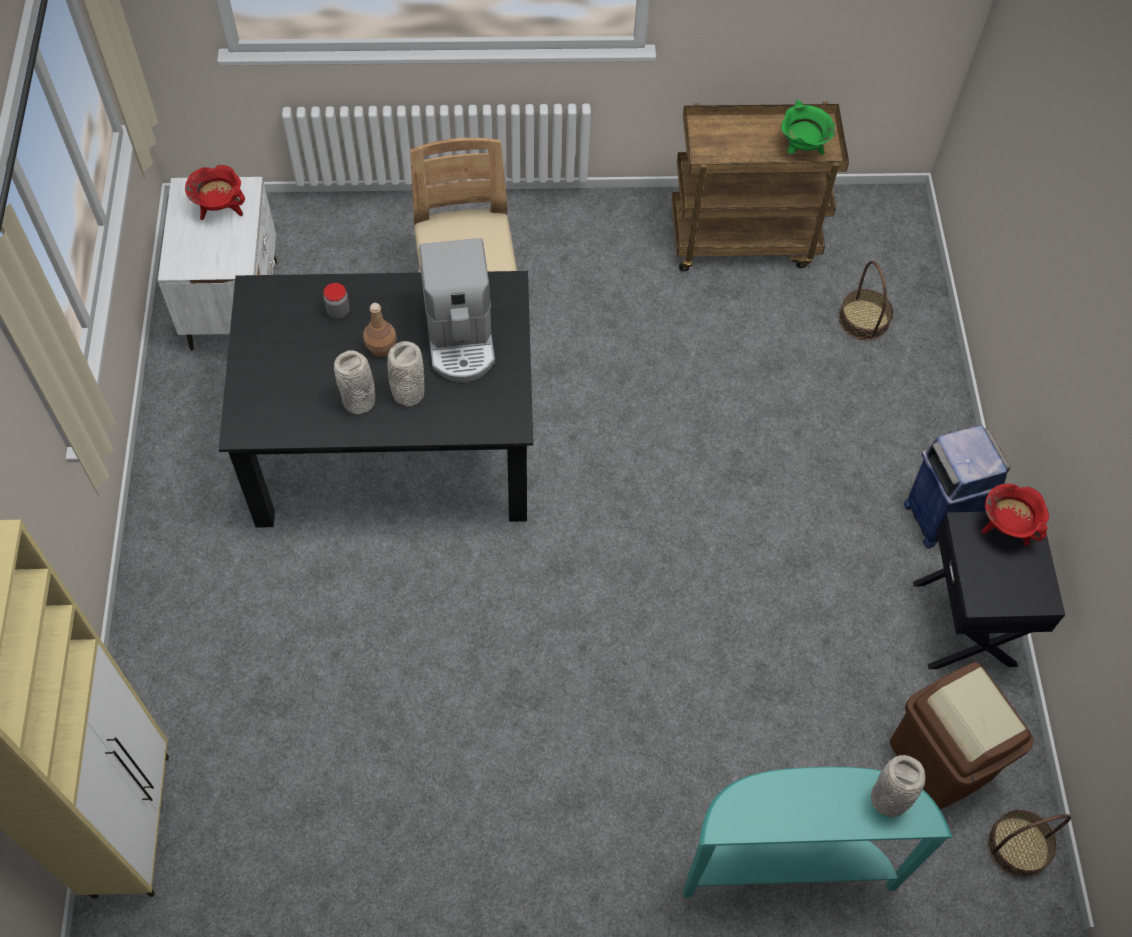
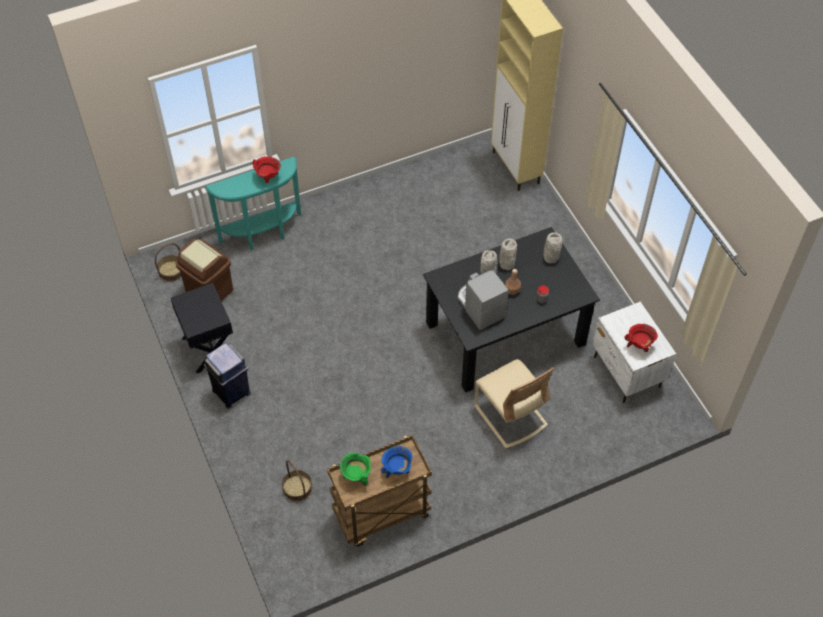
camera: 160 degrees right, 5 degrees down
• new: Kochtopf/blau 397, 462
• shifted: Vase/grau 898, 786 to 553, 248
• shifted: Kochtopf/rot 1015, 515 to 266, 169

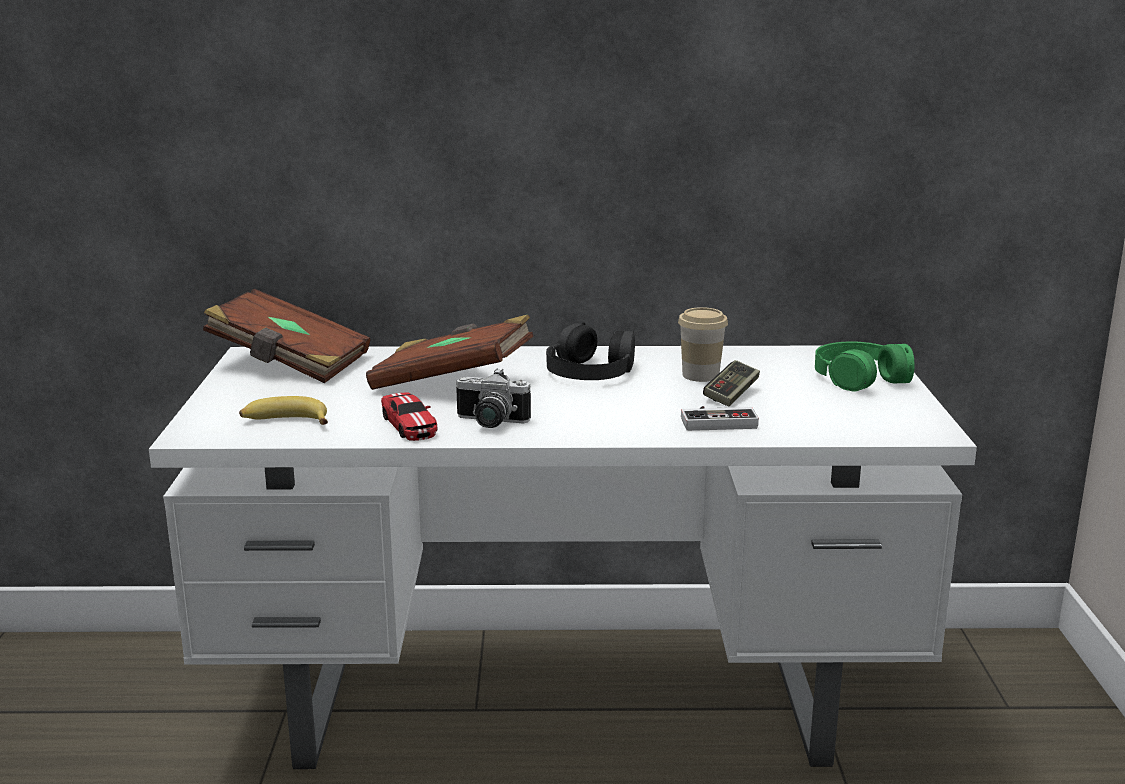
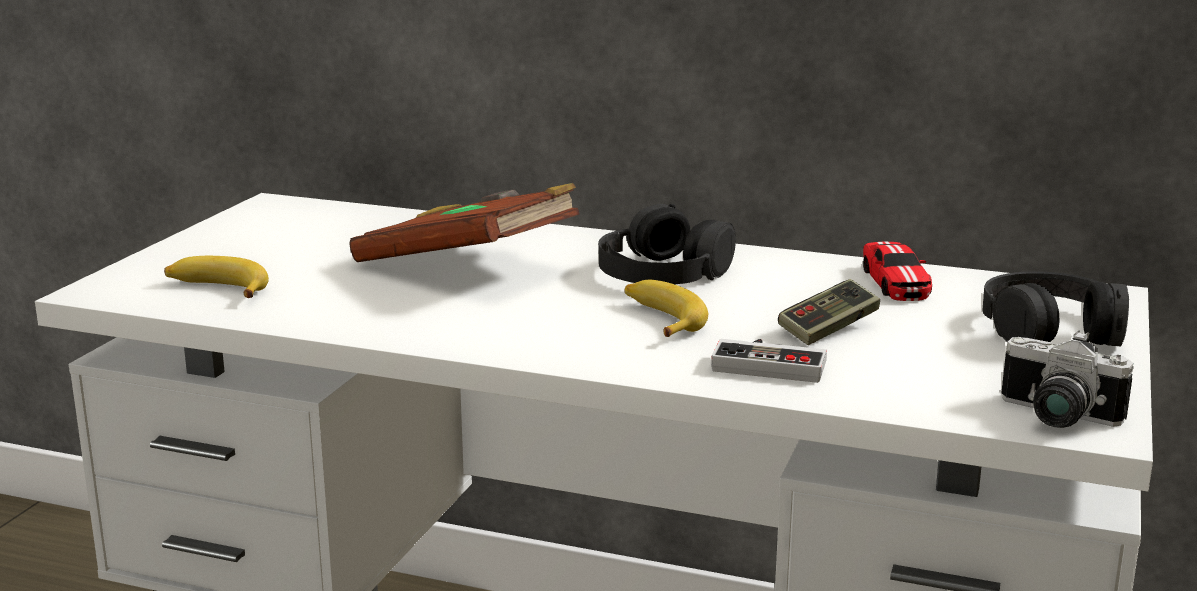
camera: 20 degrees right, 0 degrees up
• gone: Buch/braun 286, 336
• gone: Tasse 703, 344
• new: Banane 666, 308
• shifted: Spielzeugauto 409, 417 to 897, 271
• shifted: Kamera 493, 398 to 1067, 379
• repainted: Kopfhörer/grün 865, 366 to Kopfhörer/schwarz 1055, 309

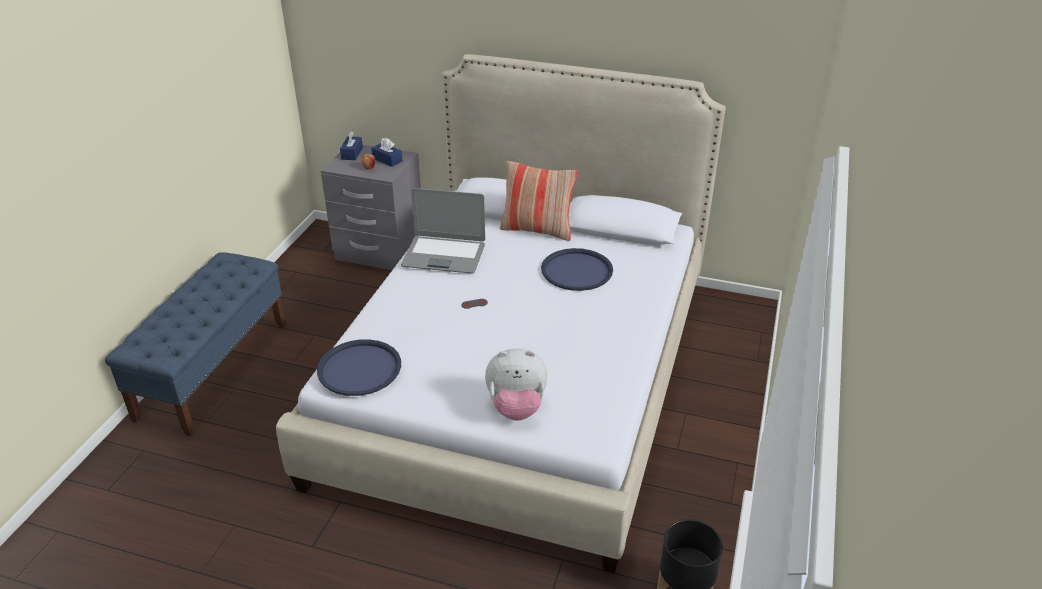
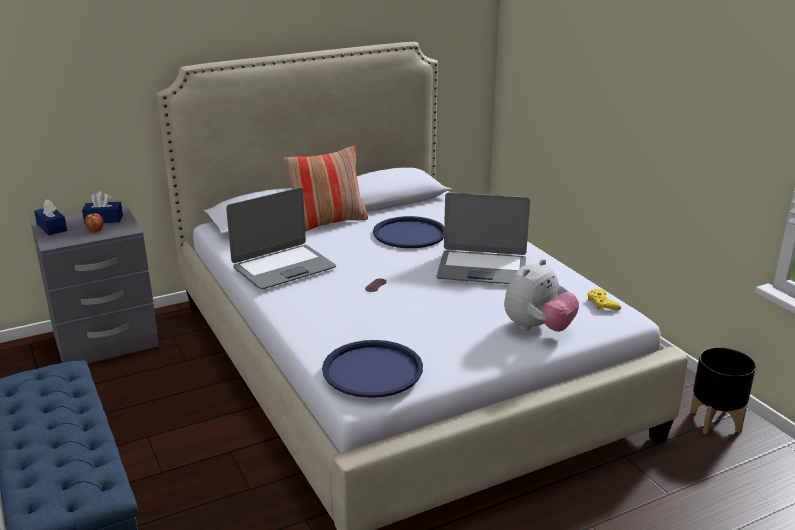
camera: 45 degrees left, 10 degrees down
• new: Laptop 483, 238
• new: Gamepad/gelb 604, 300

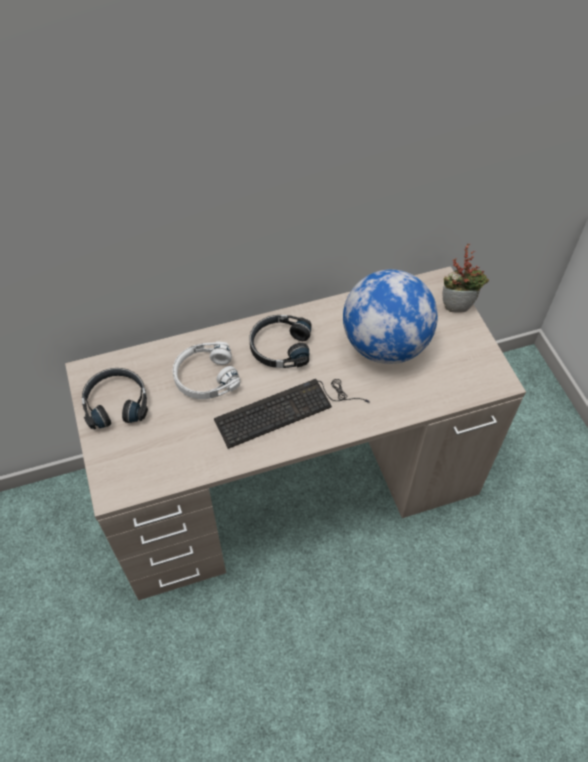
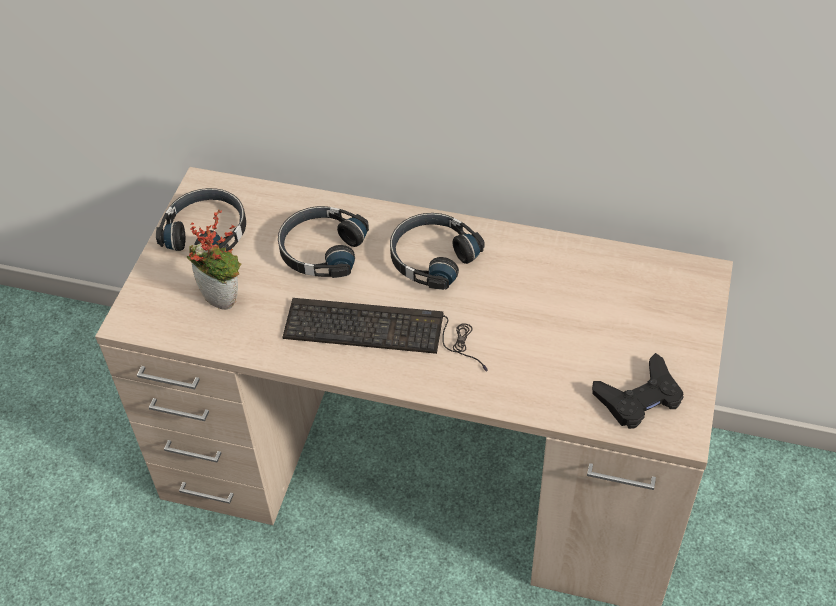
camera: 35 degrees right, 5 degrees down
• gone: Globus 390, 316
• new: Gamepad/schwarz 638, 391
• shifted: Topfpflanze 466, 278 to 214, 259
• repainted: Kopfhörer/weiß 207, 370 to Kopfhörer/schwarz 323, 242

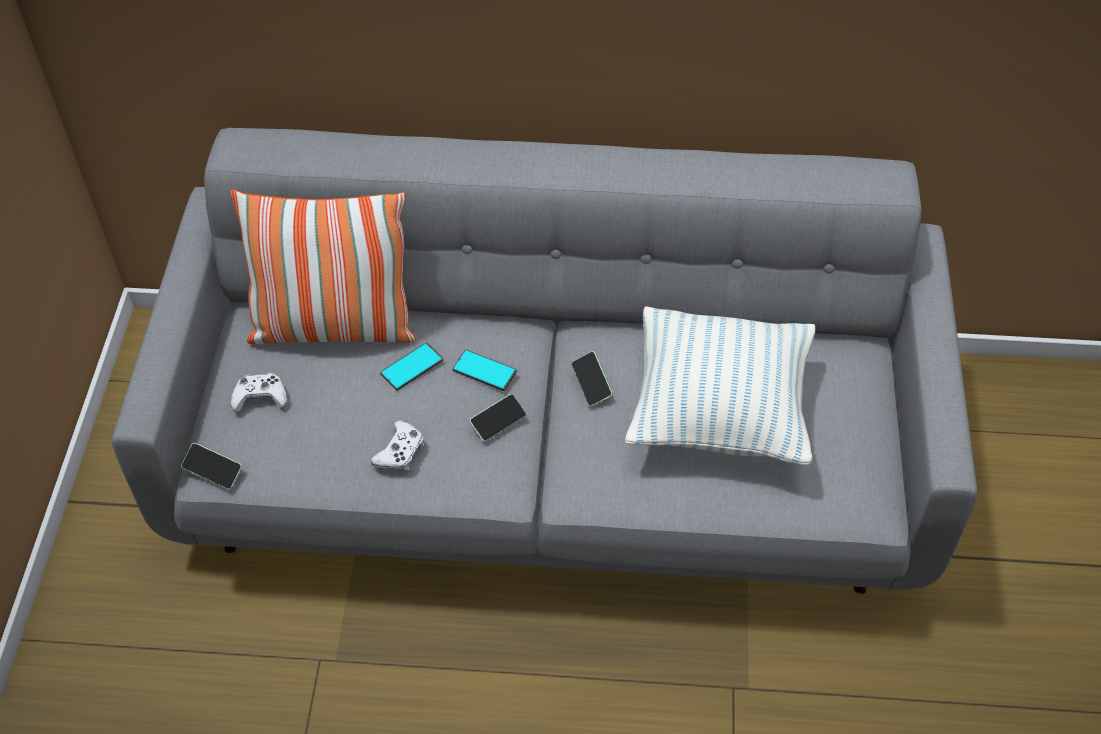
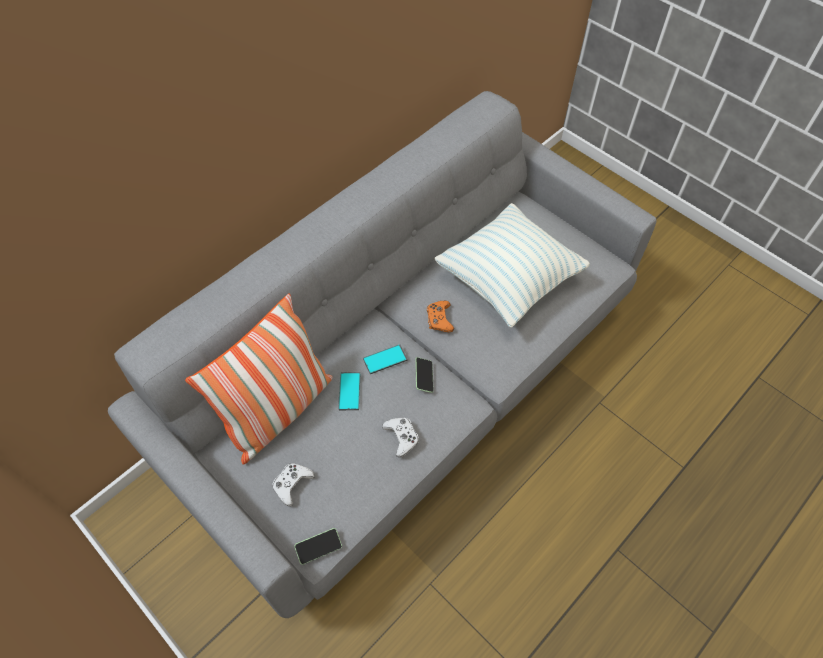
camera: 50 degrees left, 5 degrees up
• swapped: Handy 592, 379 to Gamepad/orange 440, 316

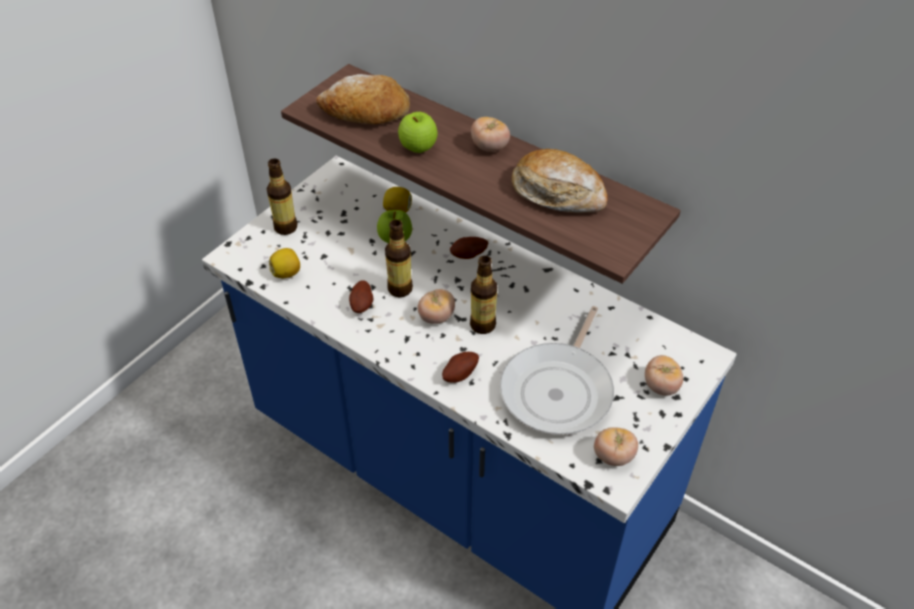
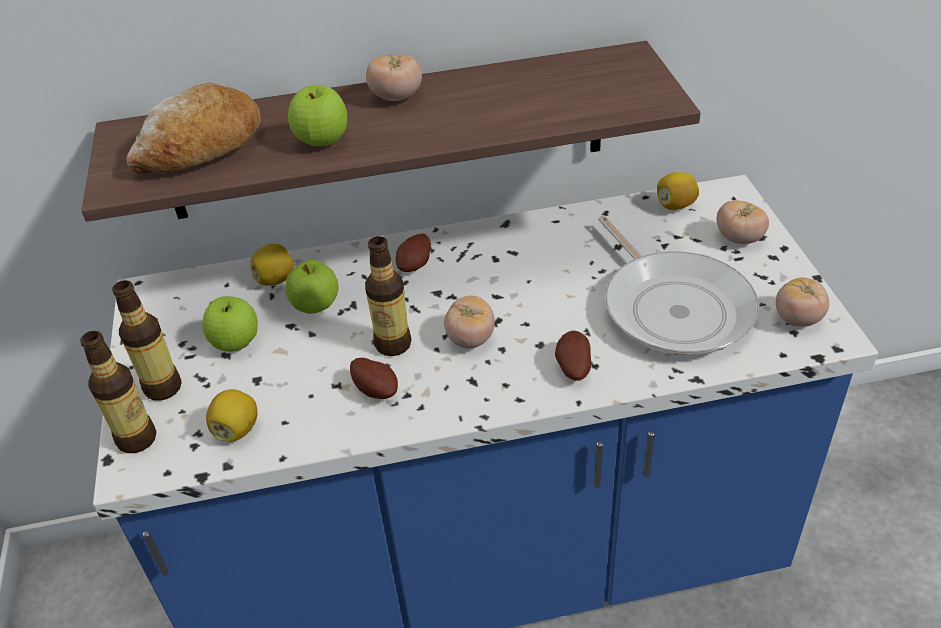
camera: 45 degrees left, 5 degrees down
• gone: Brot 560, 181
• new: Apfel 230, 324
• new: Zitrone 678, 191
• shifted: Flasche 483, 295 to 118, 392

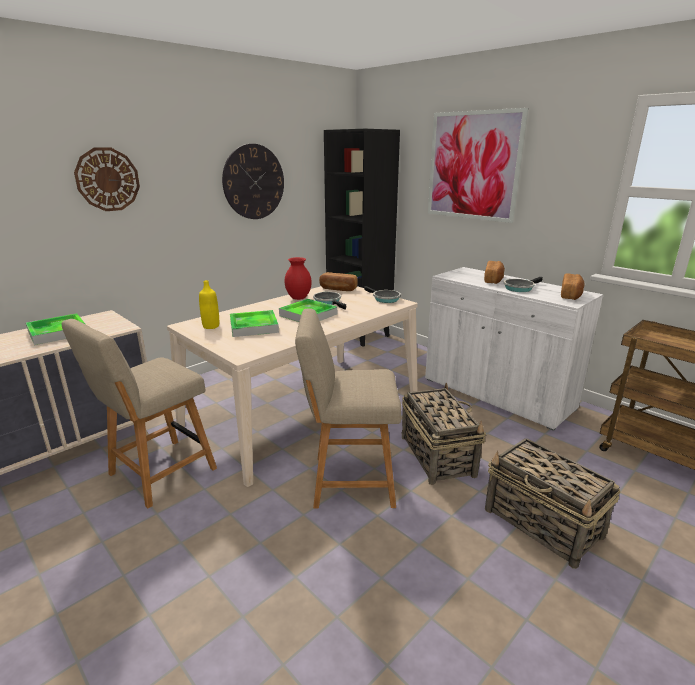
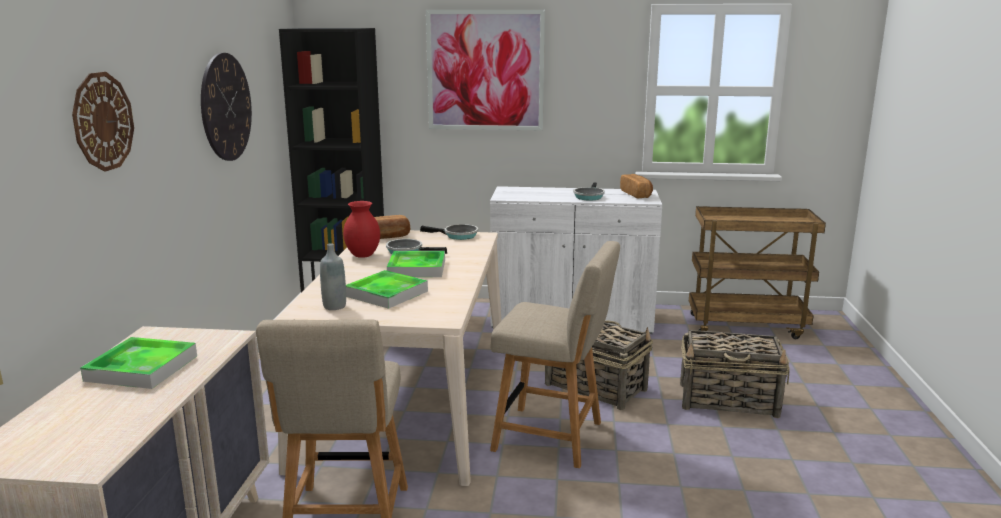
camera: 40 degrees left, 5 degrees down
• gone: Brot 494, 272
• repainted: Flasche/gelb 209, 304 to Flasche/grau 333, 276
• rotated: Stuhl/beige 348, 408 = 555, 354 120 degrees counterclockwise

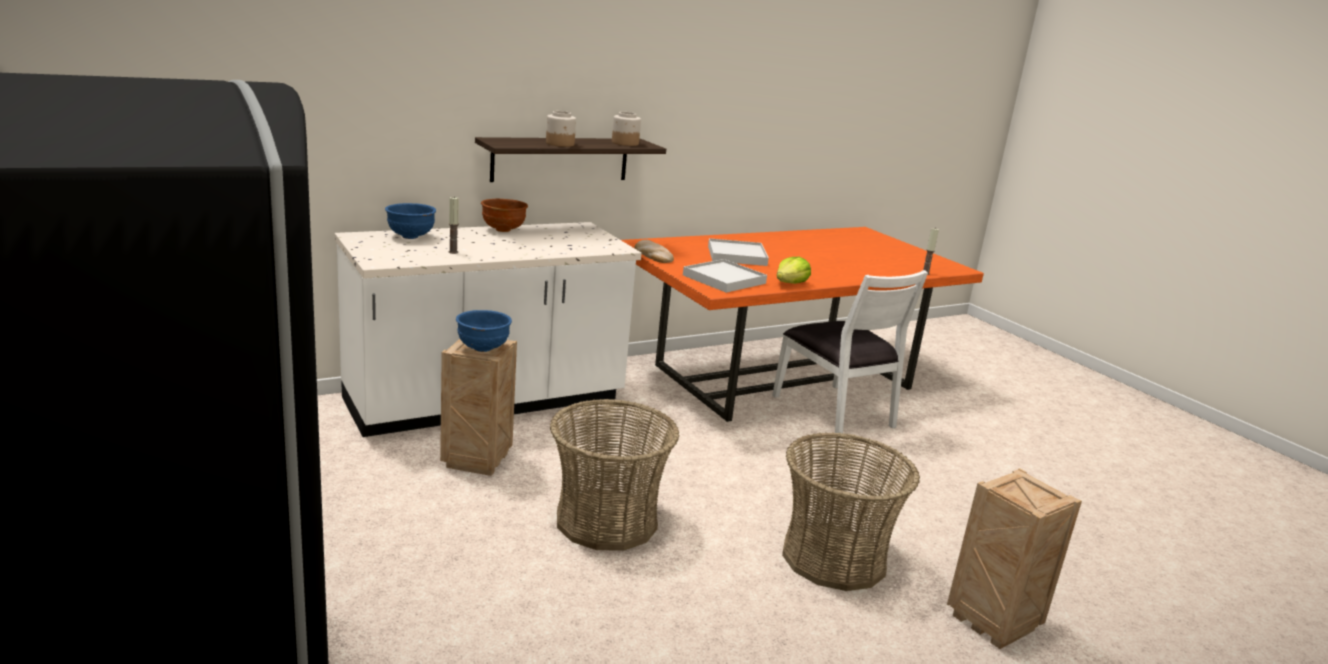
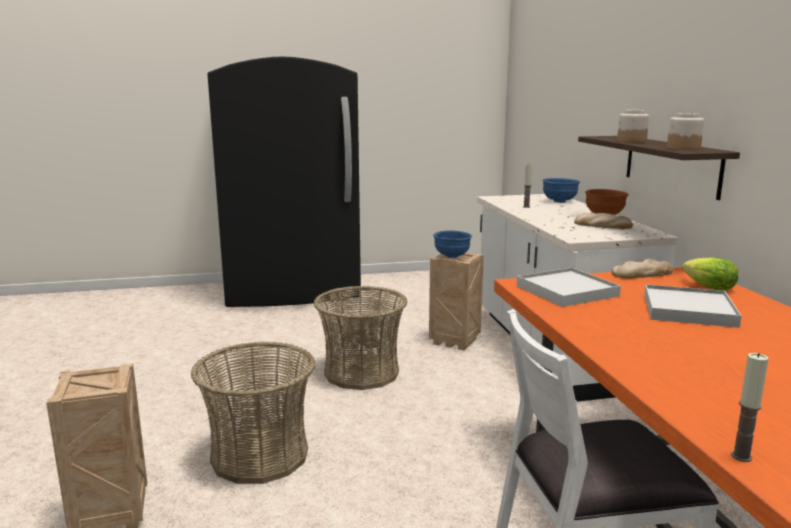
camera: 110 degrees right, 5 degrees down
• new: Brot 603, 221
• shifted: Salatkopf 794, 270 to 710, 274

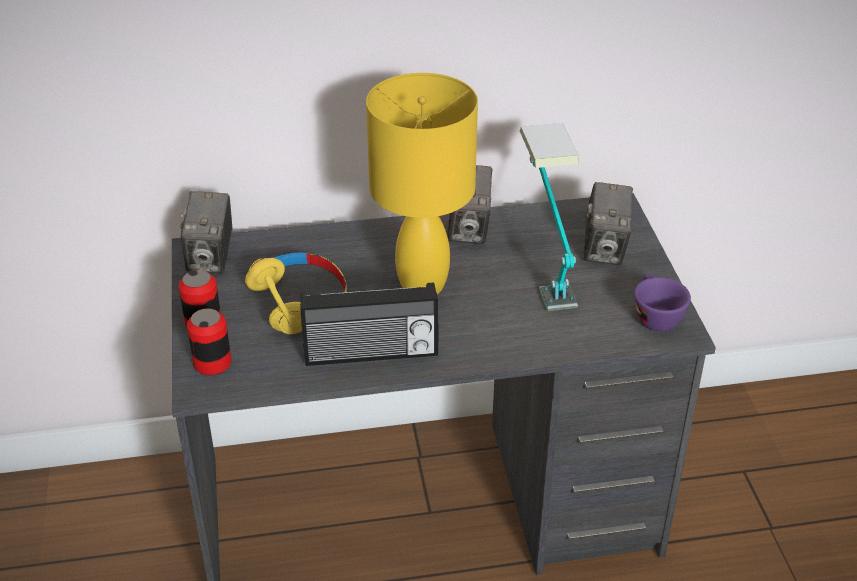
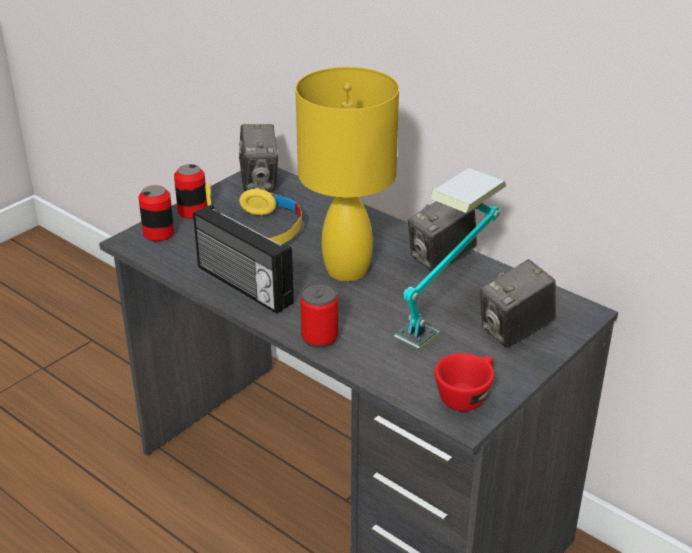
camera: 50 degrees right, 5 degrees down
• new: Dose 319, 315
• repainted: Tasse/lila 662, 302 to Tasse/rot 464, 382
• rotated: Kamera 206, 232 = 258, 157 60 degrees counterclockwise

